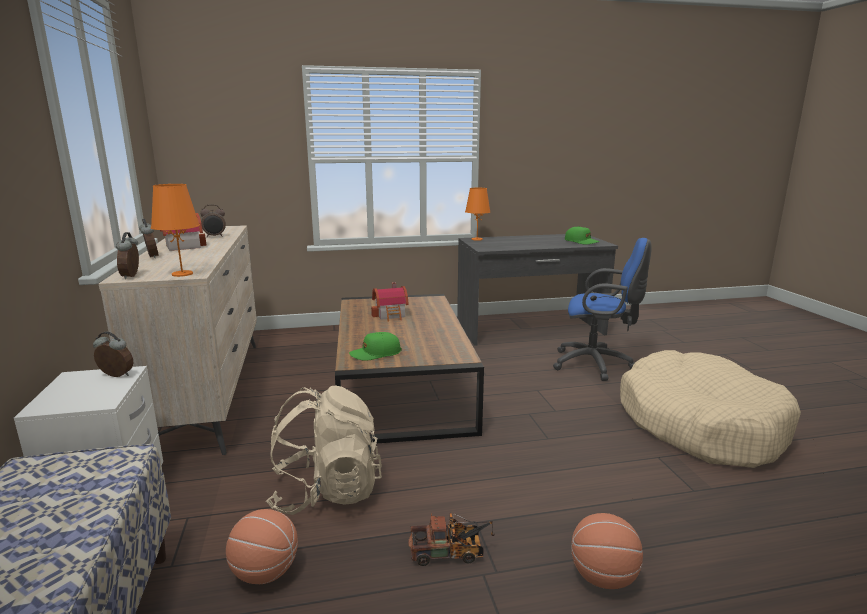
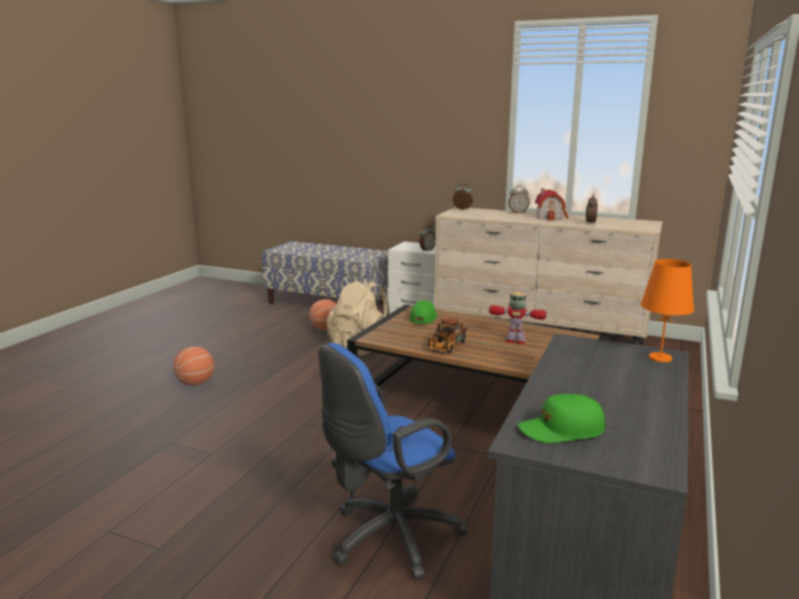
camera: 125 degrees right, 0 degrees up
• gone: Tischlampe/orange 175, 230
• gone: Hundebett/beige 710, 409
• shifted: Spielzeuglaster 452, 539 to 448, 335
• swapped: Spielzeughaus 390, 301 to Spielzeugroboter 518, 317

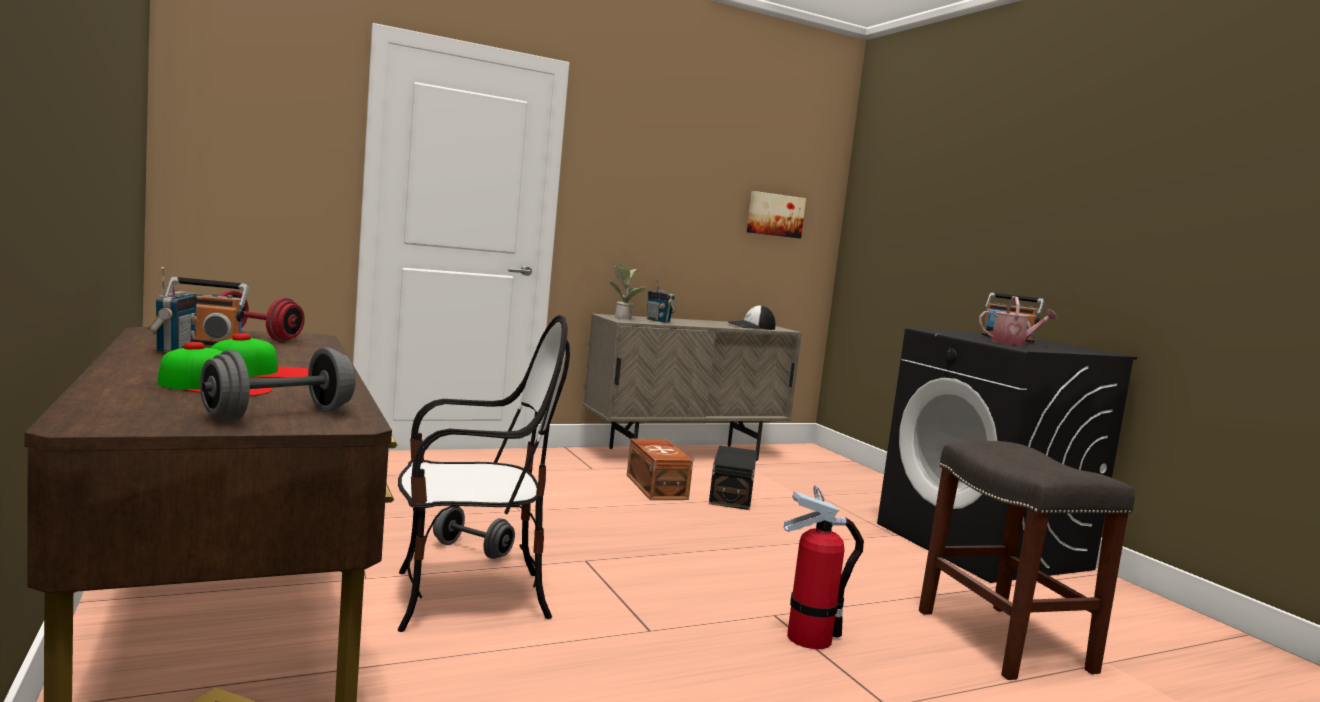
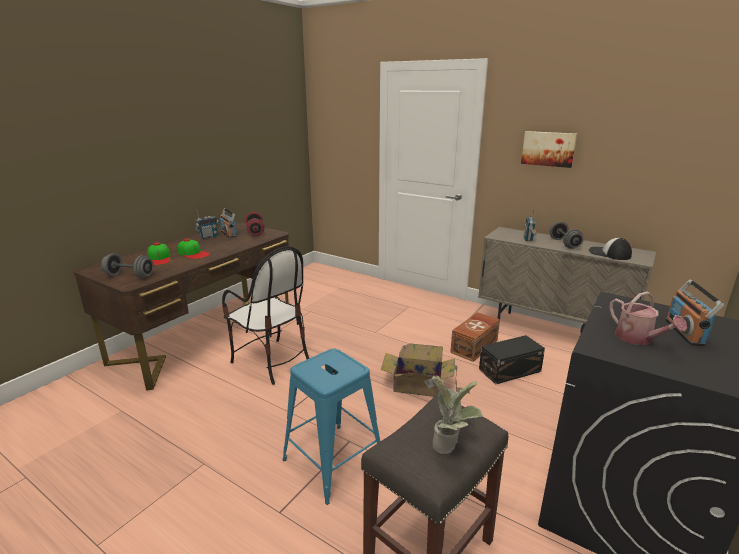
camera: 60 degrees right, 15 degrees up
• new: Karton 425, 370
• shifted: Hantel/grau 474, 533 to 567, 235
• shifted: Topfpflanze 628, 291 to 457, 414
• shifted: Bild 776, 215 to 549, 149
• swapped: Feuerlöscher 824, 567 to Hocker/blau 331, 427

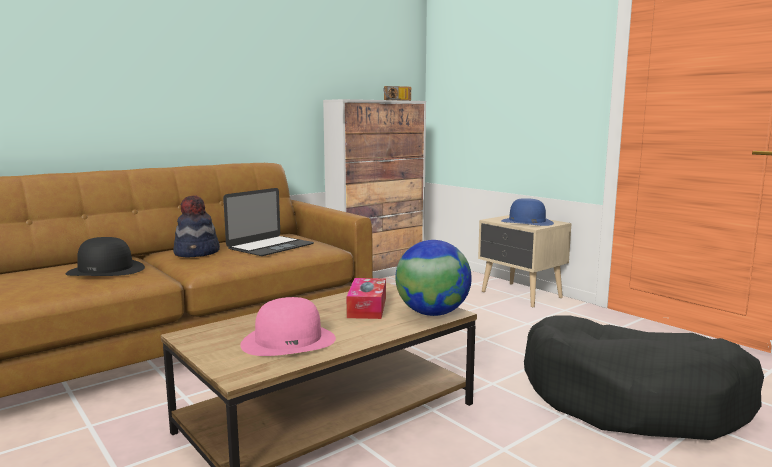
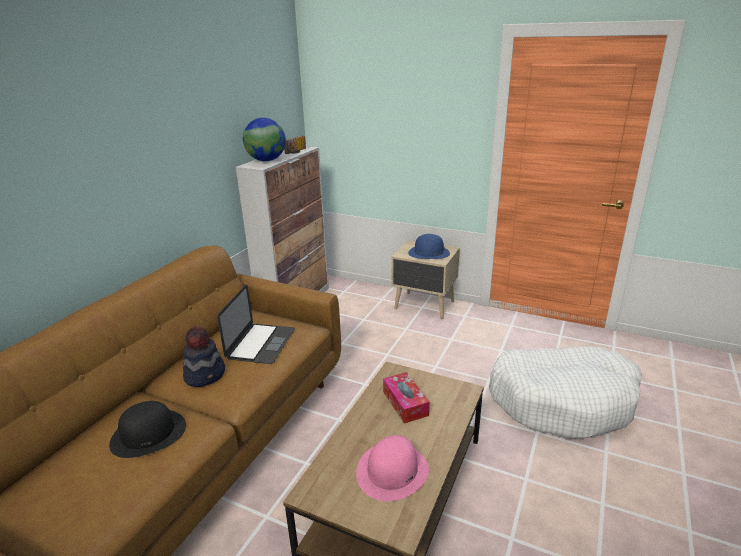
camera: 25 degrees left, 15 degrees up
• shifted: Globus 433, 278 to 264, 139
• repainted: Hundebett/schwarz 644, 377 to Hundebett/weiß 565, 392

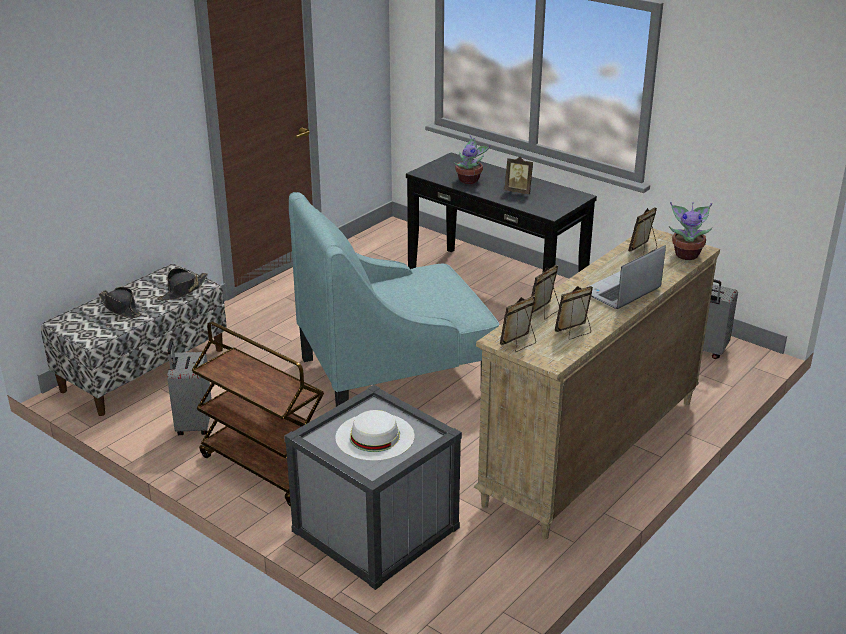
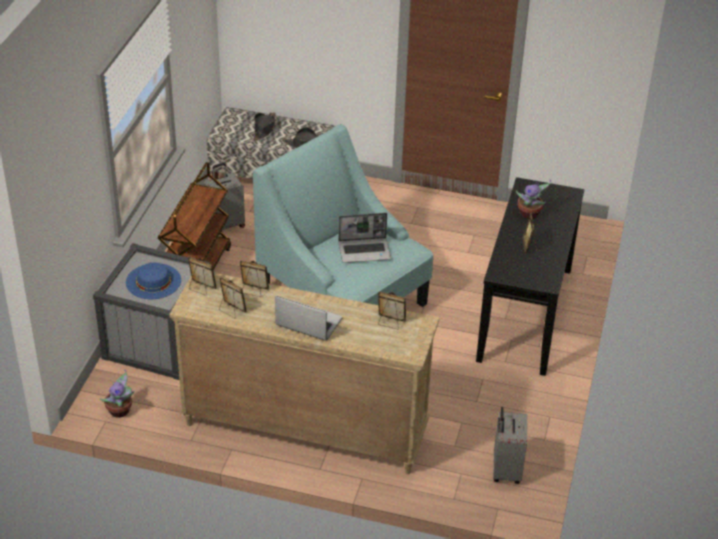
camera: 65 degrees right, 10 degrees up
• new: Laptop 364, 238
• shifted: Topfpflanze 691, 231 to 117, 393
• repainted: Hut/weiß 375, 435 to Hut/blau 153, 281

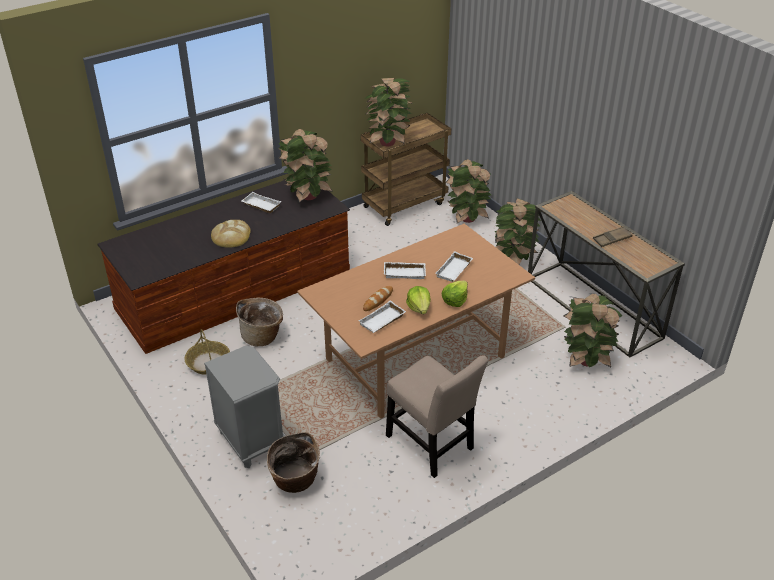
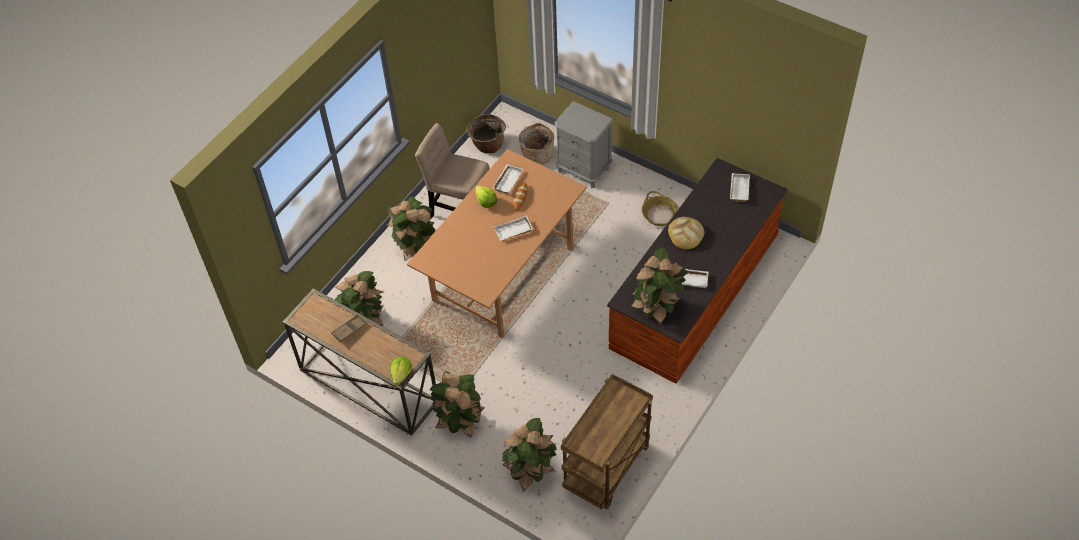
camera: 160 degrees right, 15 degrees up
• shifted: Korb 259, 322 to 486, 133
• shifted: Topfpflanze 389, 112 to 411, 229
• shifted: Tablett/weiß 454, 266 to 740, 187
• shifted: Salatkopf 455, 294 to 401, 371

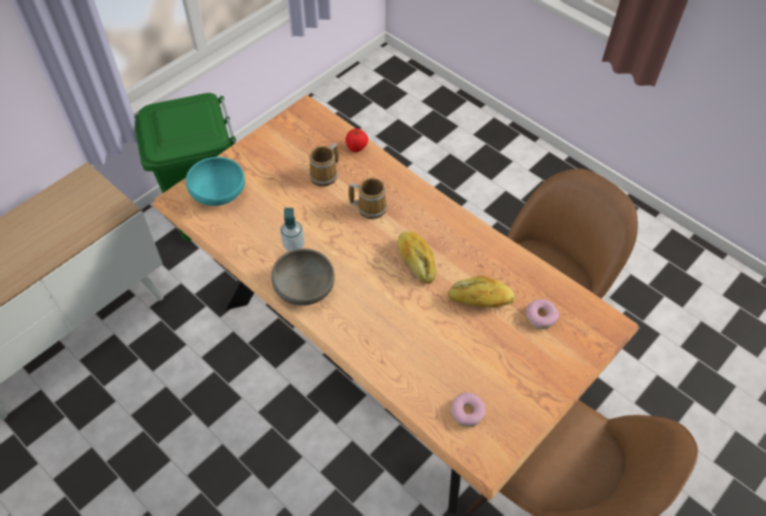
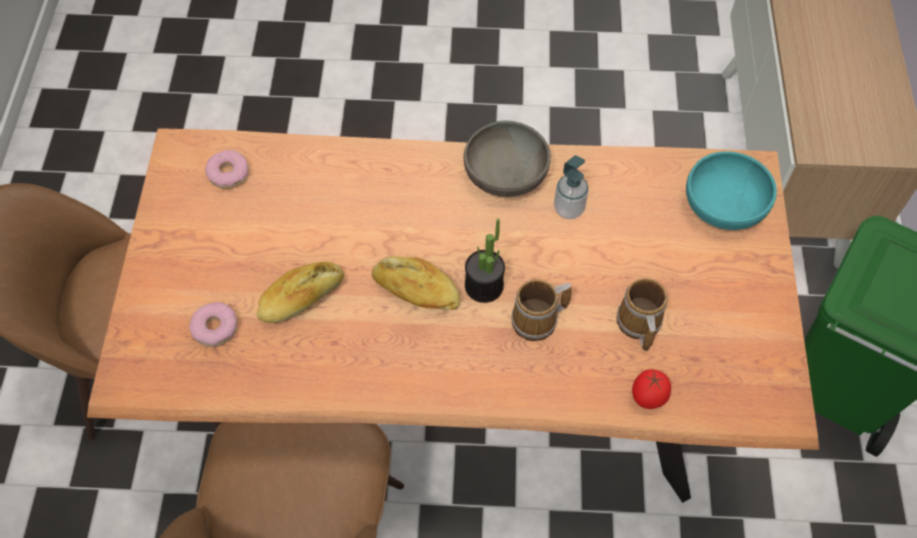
camera: 140 degrees right, 5 degrees up
• new: Topfpflanze 485, 260

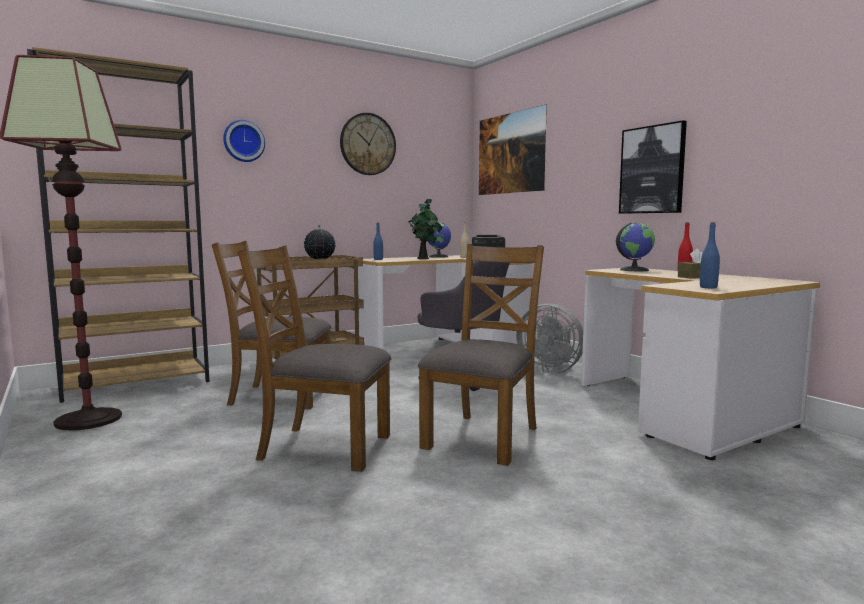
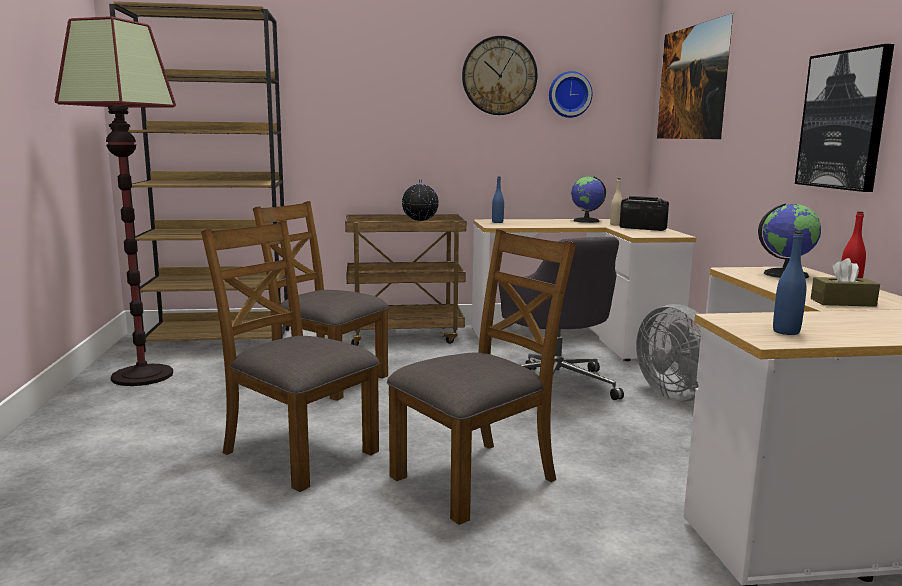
camera: 25 degrees right, 5 degrees up
• gone: Topfpflanze 425, 229
• shifted: Wanduhr 244, 141 to 570, 94

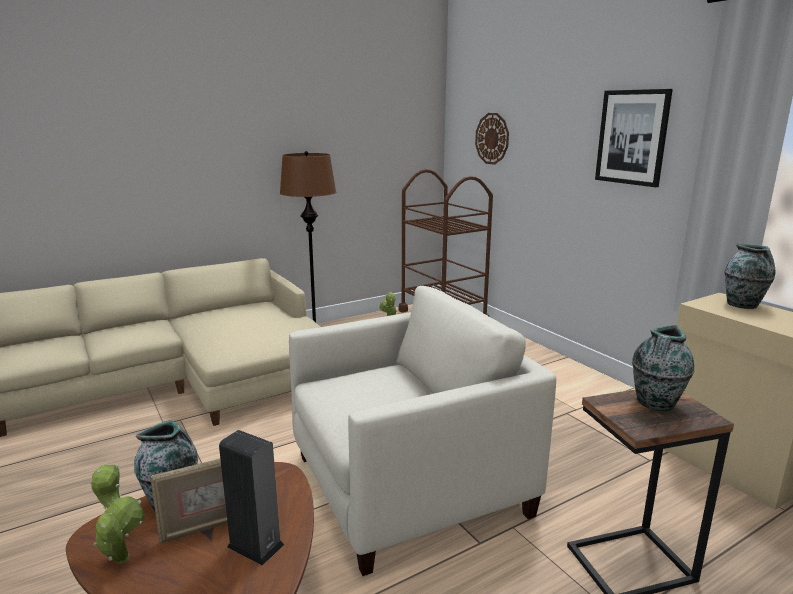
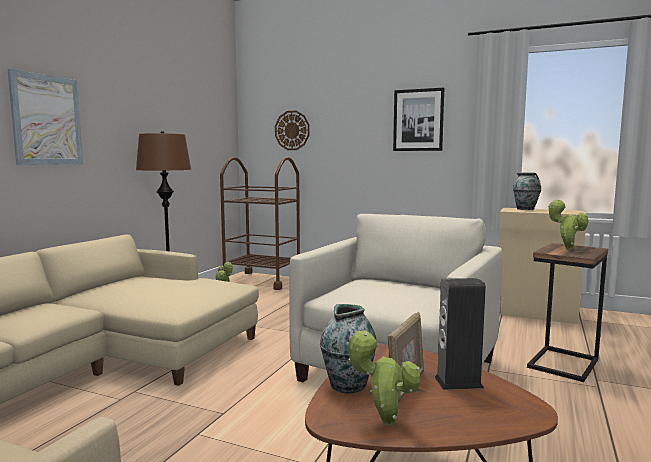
camera: 35 degrees left, 10 degrees down
• new: Bild 45, 117
• swapped: Vase 663, 368 to Topfpflanze 568, 224

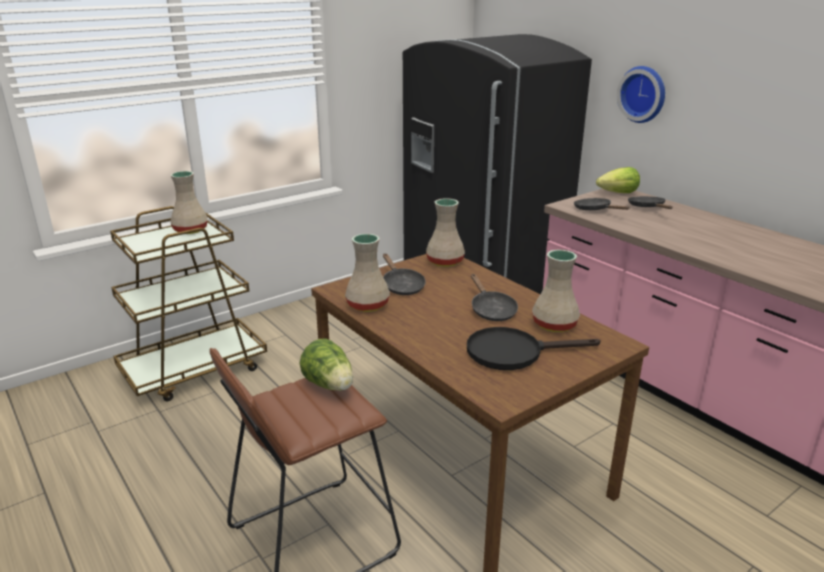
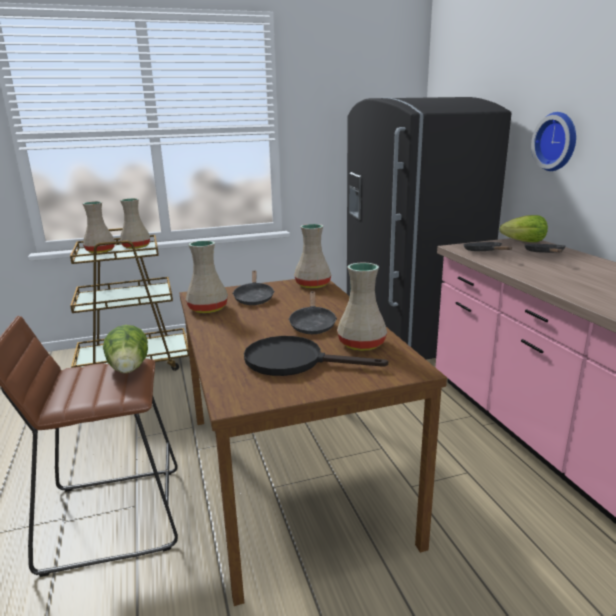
camera: 20 degrees right, 5 degrees down
• new: Vase/beige 99, 227

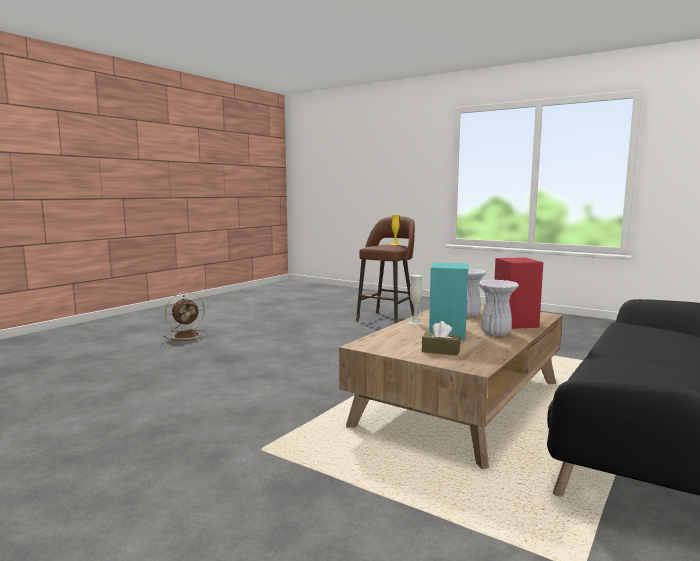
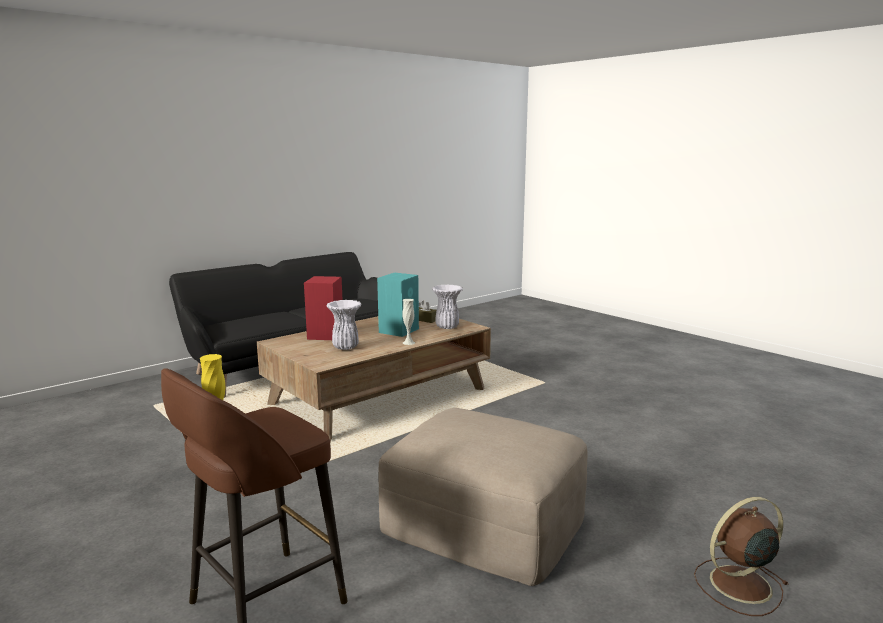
camera: 165 degrees left, 5 degrees up
• new: Polsterhocker/beige 483, 497
• shifted: Vase/weiß 498, 308 to 447, 307

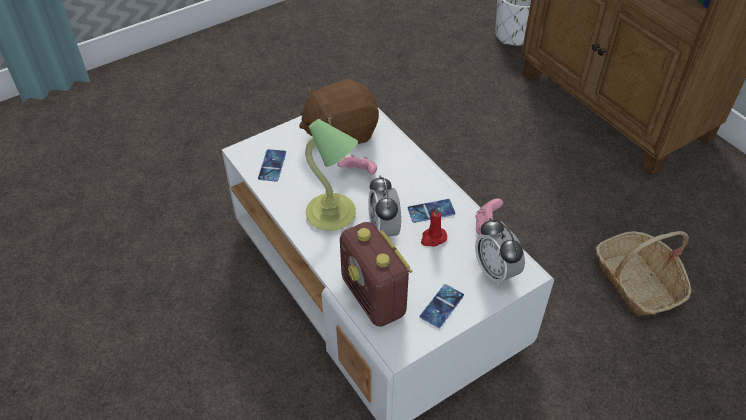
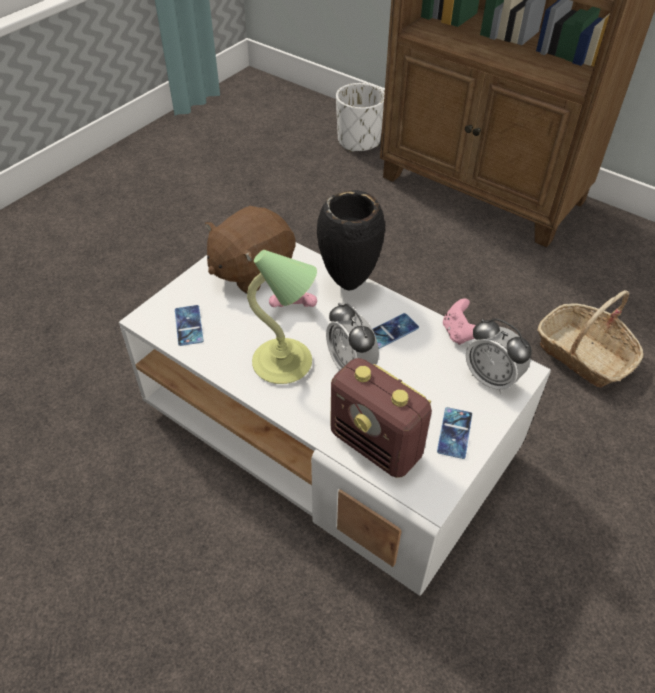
camera: 20 degrees left, 0 degrees up
• gone: Kerze/rot 434, 227
• new: Vase/schwarz 351, 240

